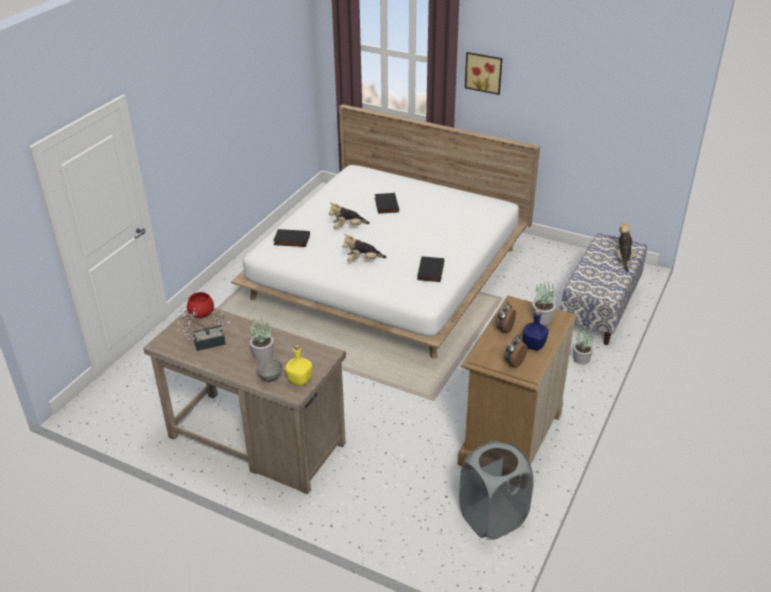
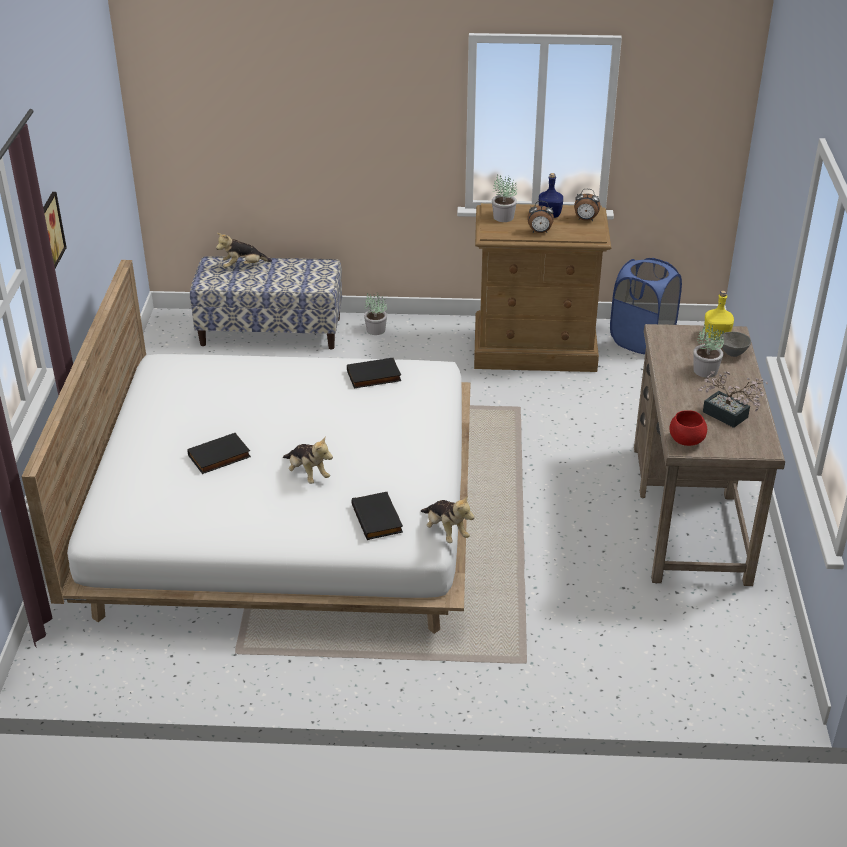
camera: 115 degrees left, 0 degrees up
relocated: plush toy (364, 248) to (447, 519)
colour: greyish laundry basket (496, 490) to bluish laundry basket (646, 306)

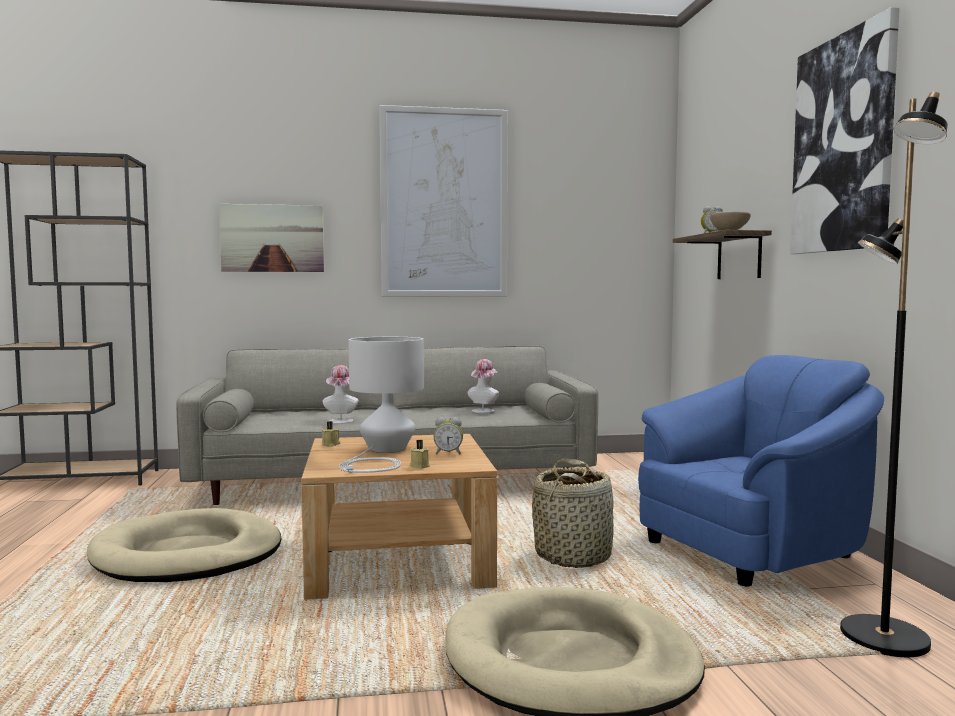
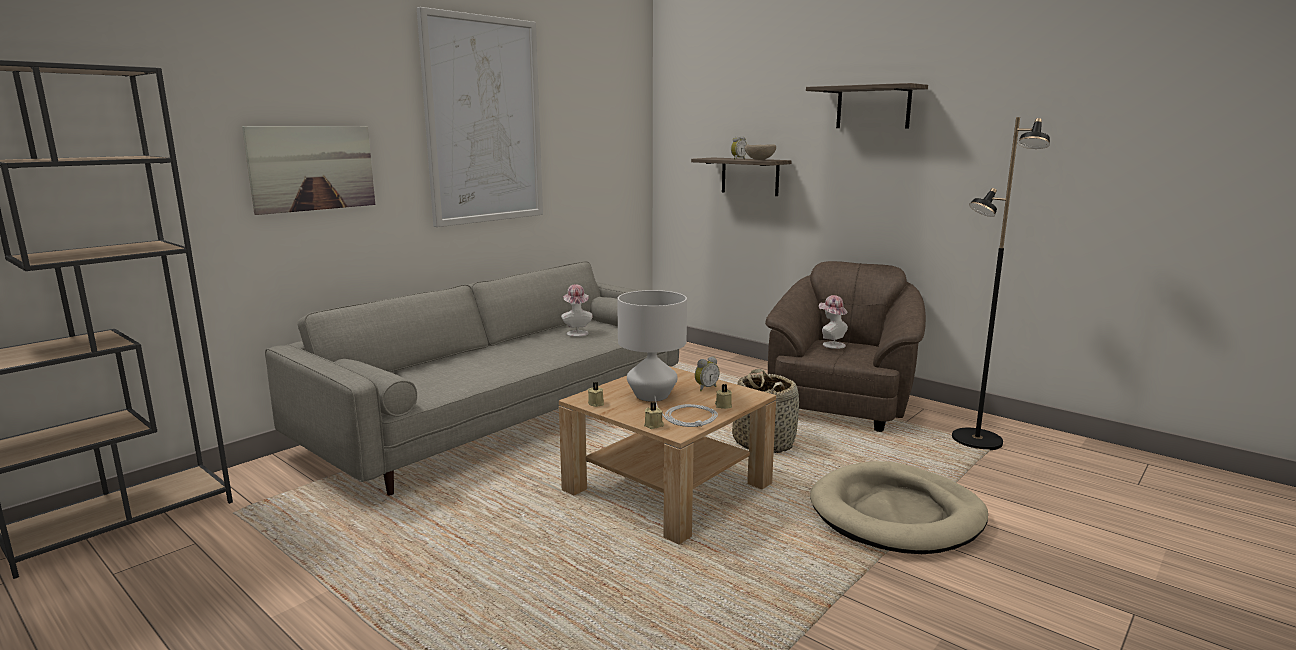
camera: 40 degrees left, 10 degrees up
missing: beige dog bed (184, 545)
appeared: beige wax light (654, 415)
relocated: wearable hat (341, 394) to (833, 322)
exchanged: wall picture (844, 130) to shelf (867, 105)
colour: bluish easy chair (761, 471) to brown easy chair (845, 346)

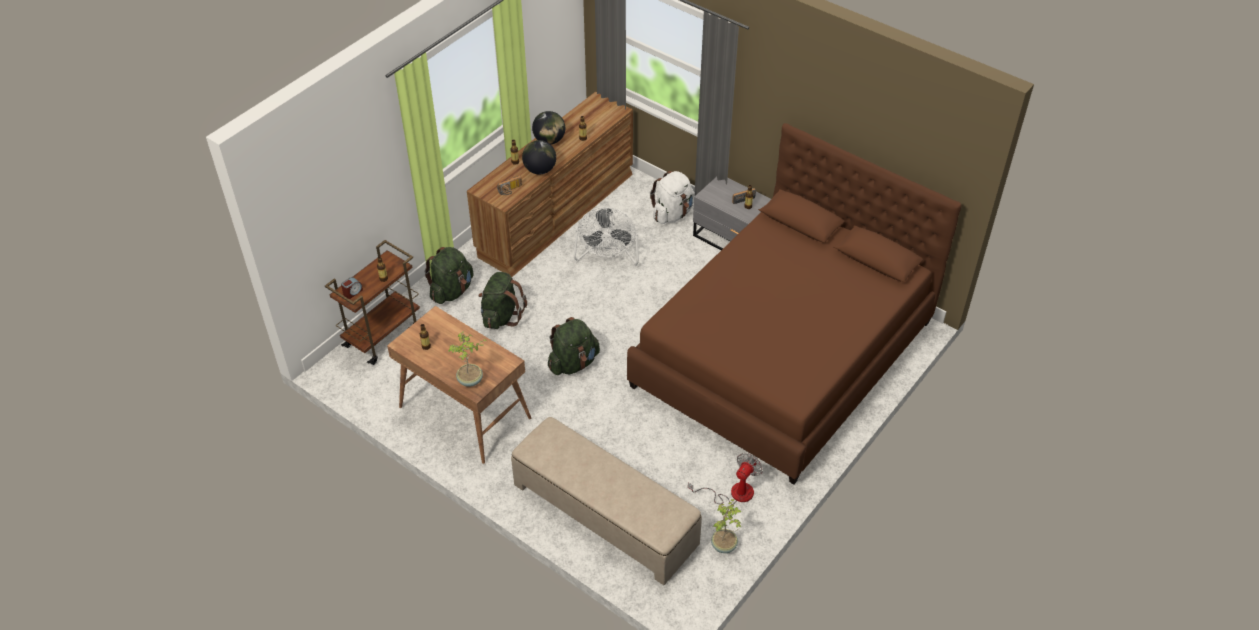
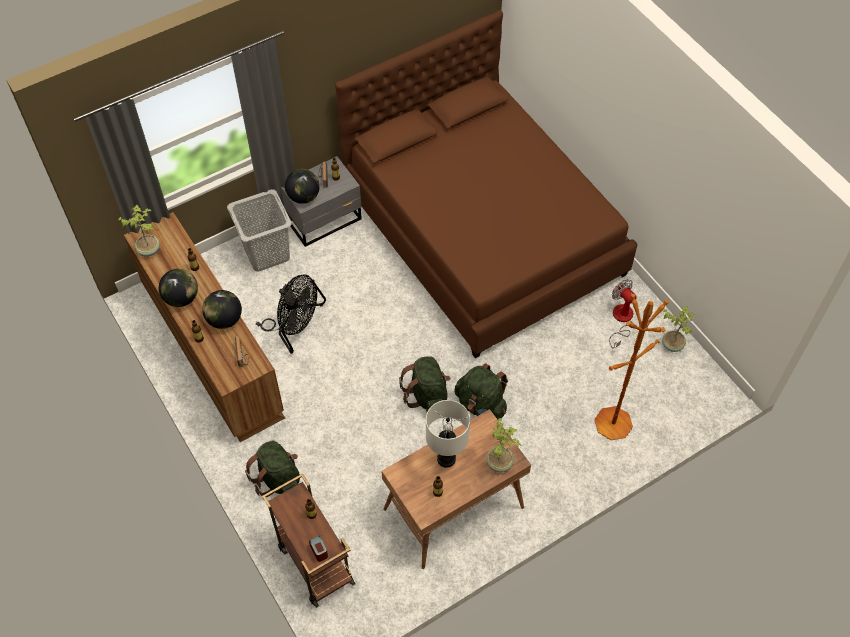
camera: 70 degrees left, 10 degrees up
appeared: houseplant (139, 230); desk globe (302, 186); white tabletop lamp (448, 434)
relocated: greenish backpack (502, 300) to (481, 392)
exchanged: beige long seat (606, 501) to orangey clothes rack (631, 367); white backpack (672, 197) to greyish laundry basket (259, 230)
colour: white cooling fan (606, 236) to black cooling fan (290, 314)

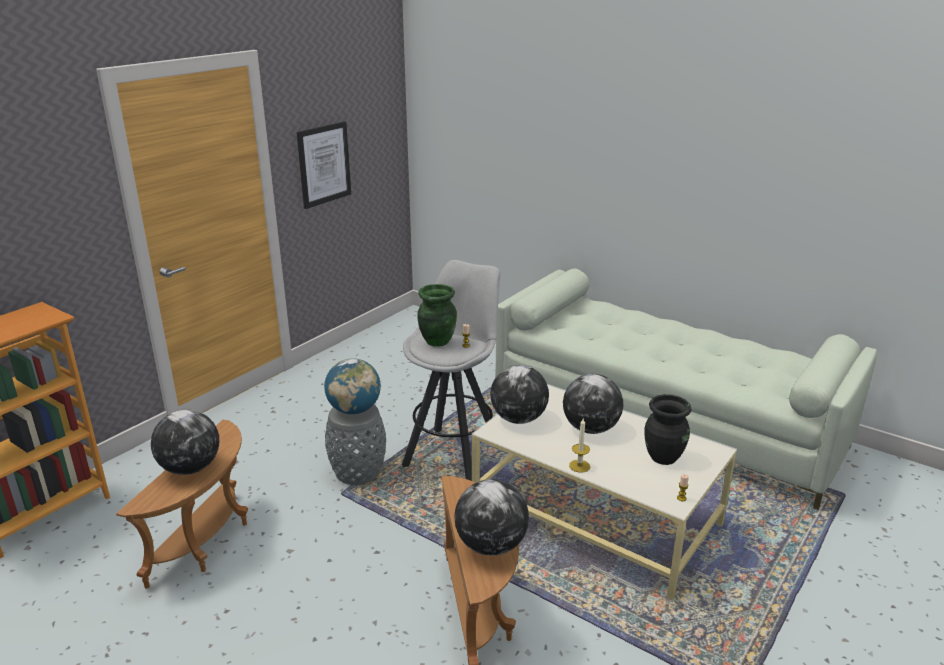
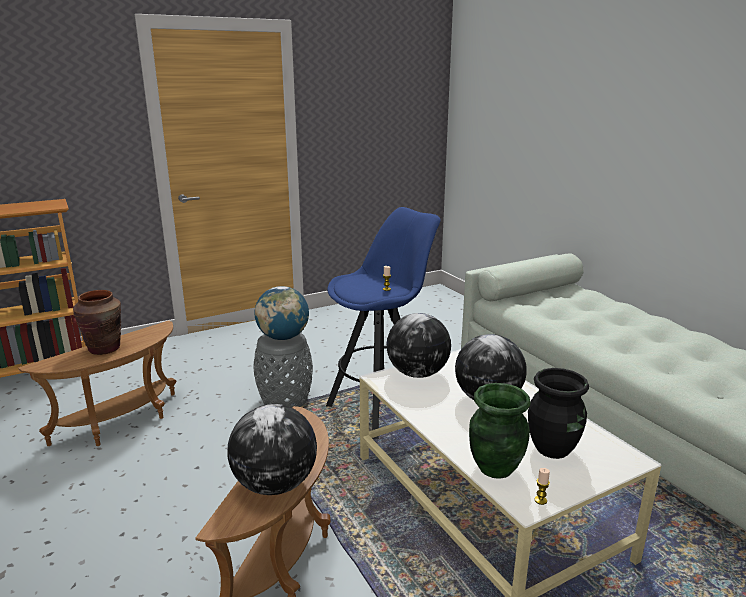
camera: 25 degrees right, 5 degrees down
missing: wall picture (324, 165); wax light (579, 446)
relocated: greenish vase (437, 315) to (500, 431)
exchanged: desk globe (185, 442) to brown vase (97, 322)
colour: greyish stool seat (451, 370) to bluish stool seat (383, 323)

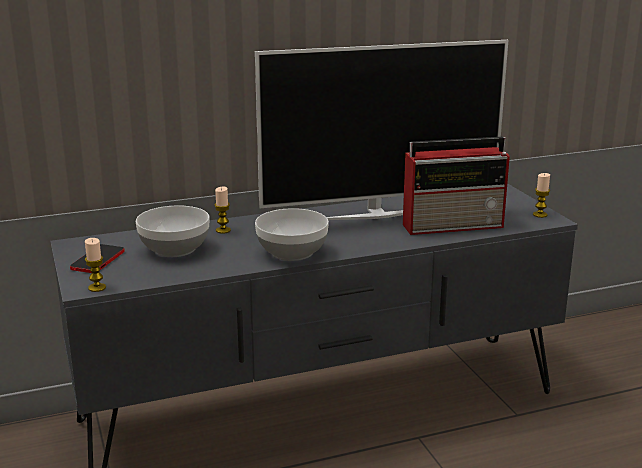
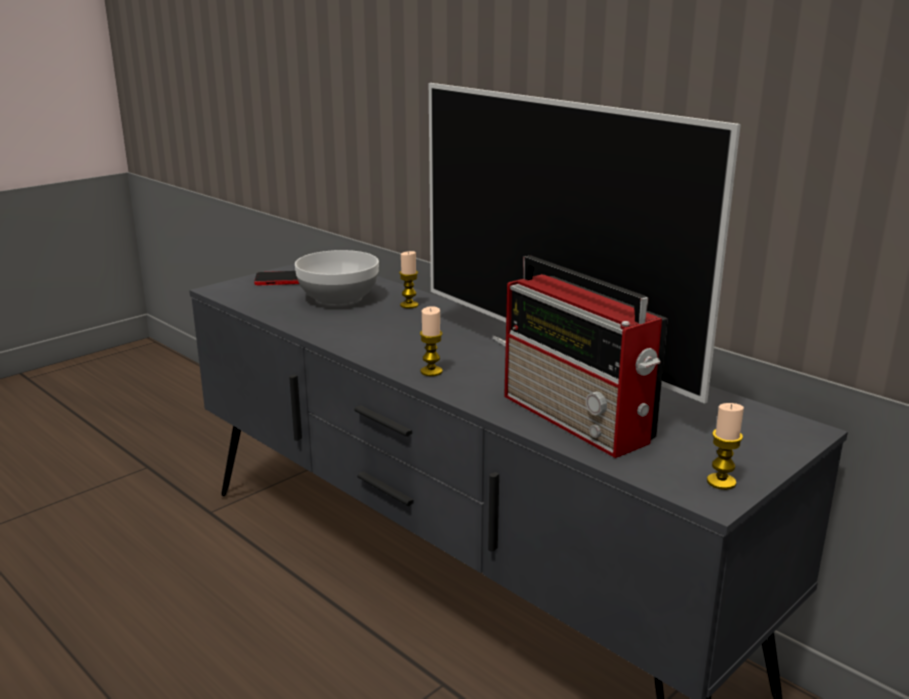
camera: 65 degrees right, 0 degrees up
missing: bowl (292, 234)
relocated: wax light (95, 265) to (431, 341)

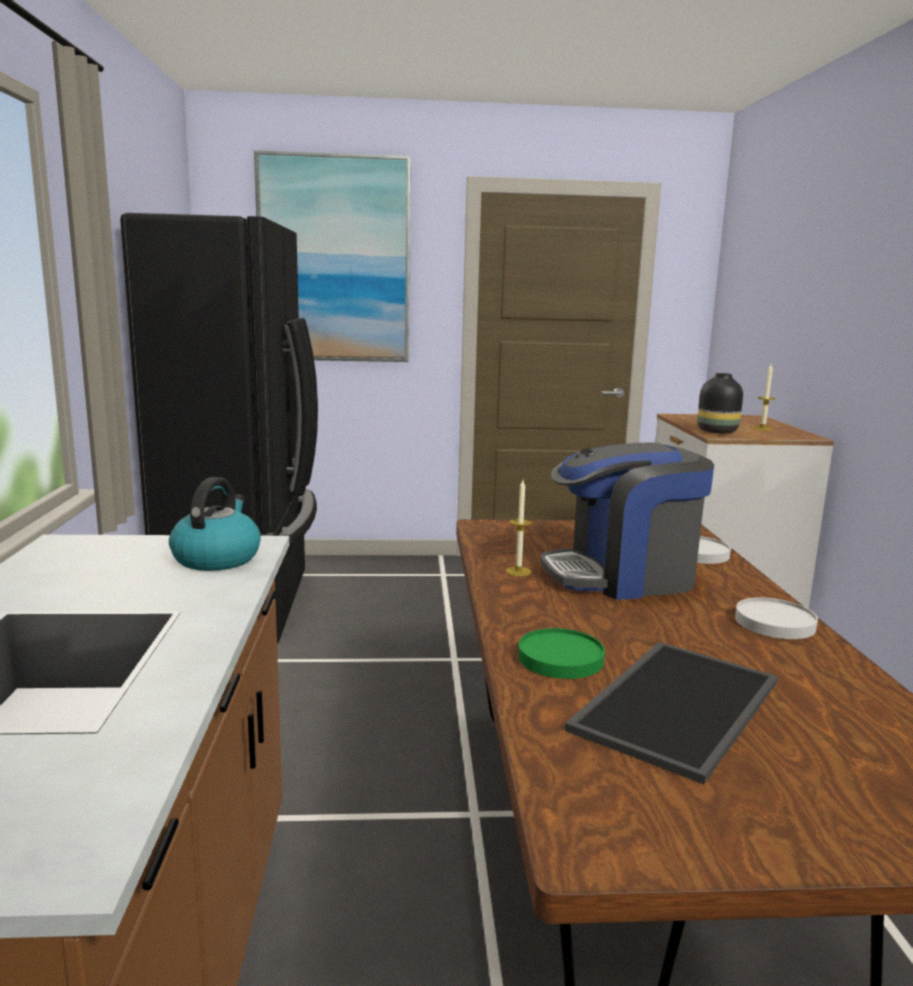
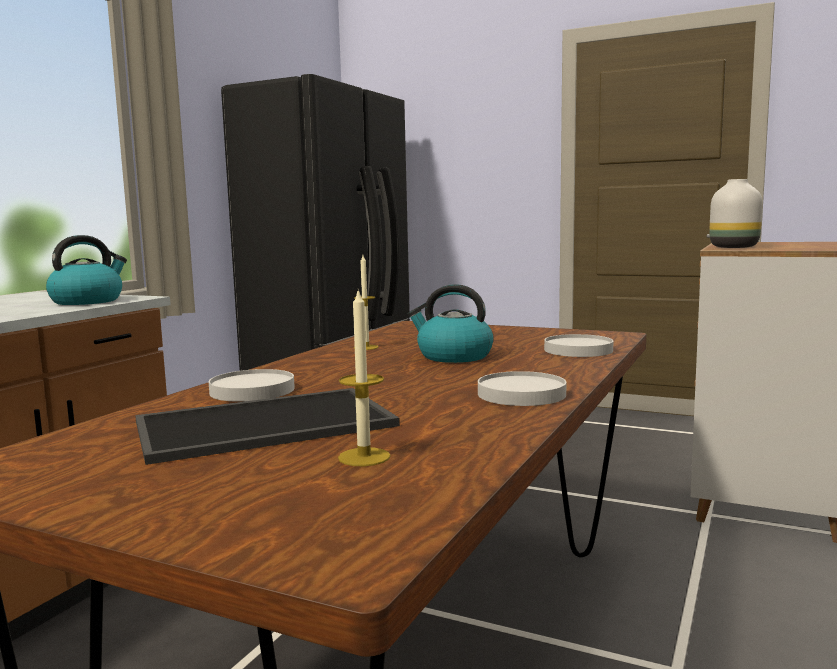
camera: 30 degrees right, 5 degrees down
missing: wall picture (332, 256)
relocated: wax light (764, 397) to (364, 377)
exchanged: coffee maker (627, 521) to water kettle (451, 323)
colour: greenish plate (561, 653) to white plate (252, 385); black vase (720, 403) to white vase (736, 213)

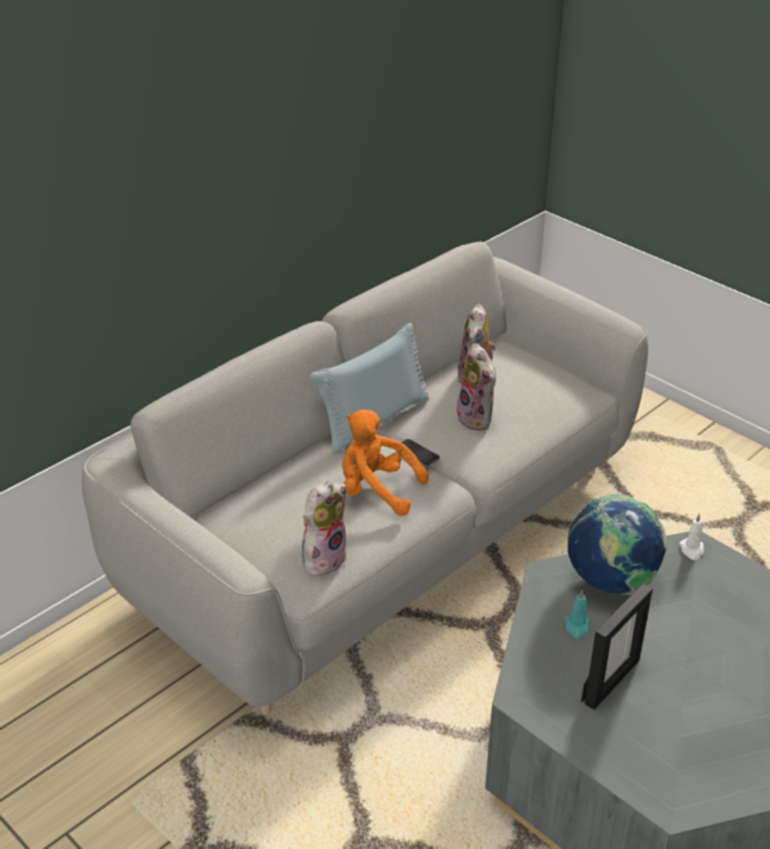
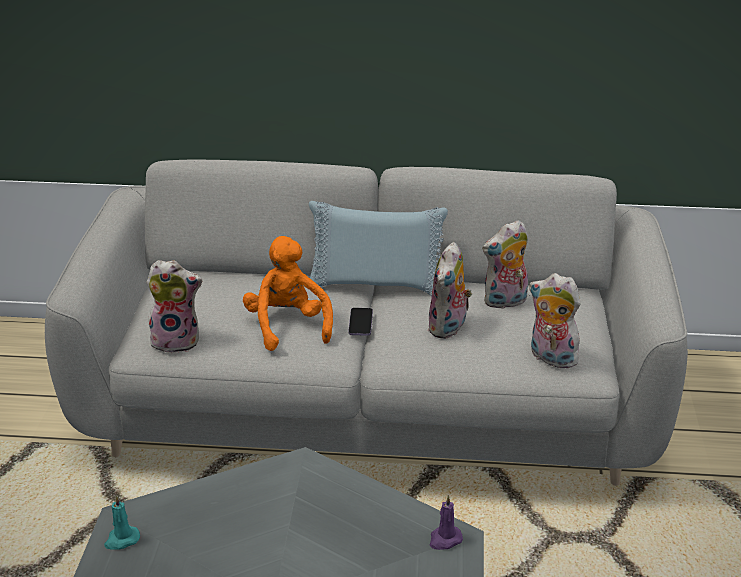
camera: 50 degrees right, 5 degrees down
missing: desk globe (617, 544); picture frame (617, 647)
appeared: plush toy (555, 320)
relocated: blue-green wax light (577, 614) to (122, 522)
colour: white wax light (691, 537) to purplish wax light (446, 522)

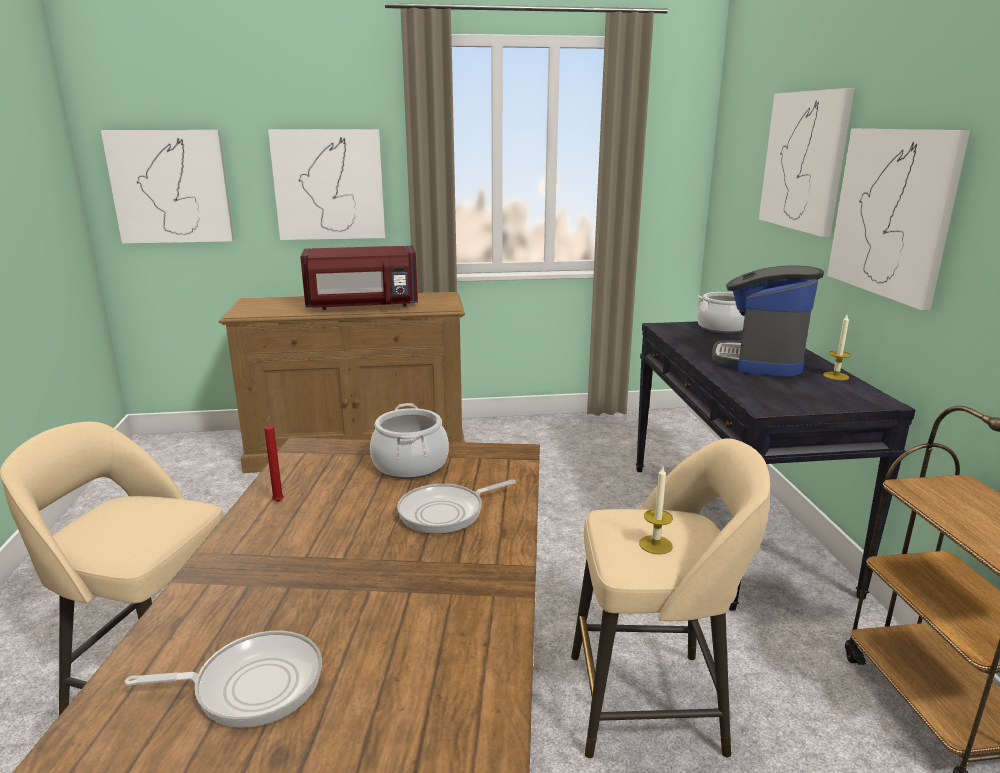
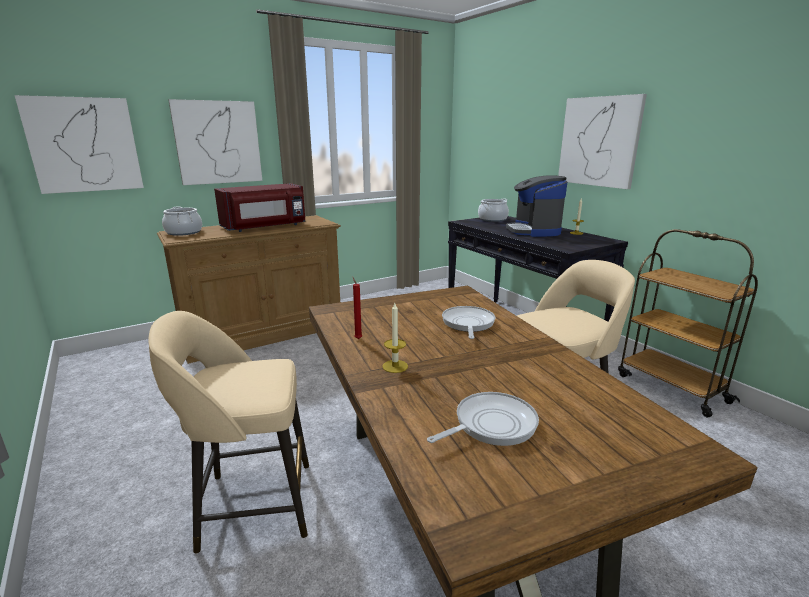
camera: 25 degrees left, 0 degrees up
missing: wall picture (807, 162)
relocated: stockpot (409, 441) to (182, 221); wax light (656, 511) to (395, 338)
spun: pan (456, 506) = (468, 322) 150 degrees clockwise

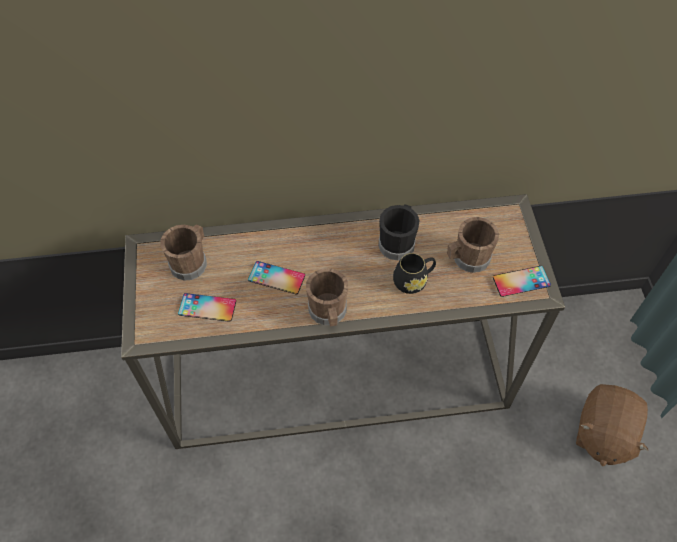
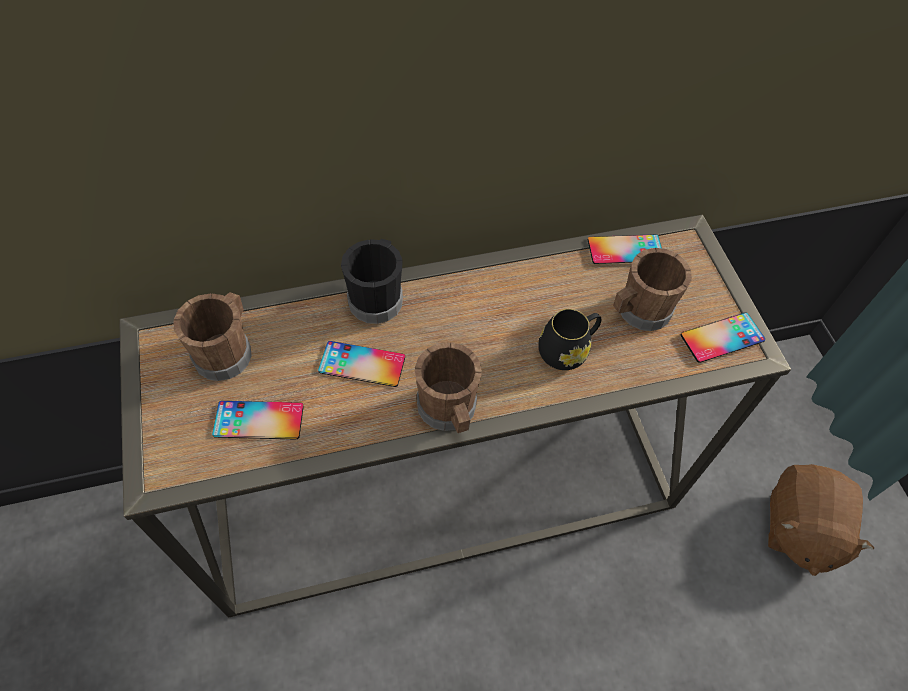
camera: 10 degrees left, 0 degrees up
appeared: phone (625, 249)
relocated: black mug (398, 232) to (372, 281)

